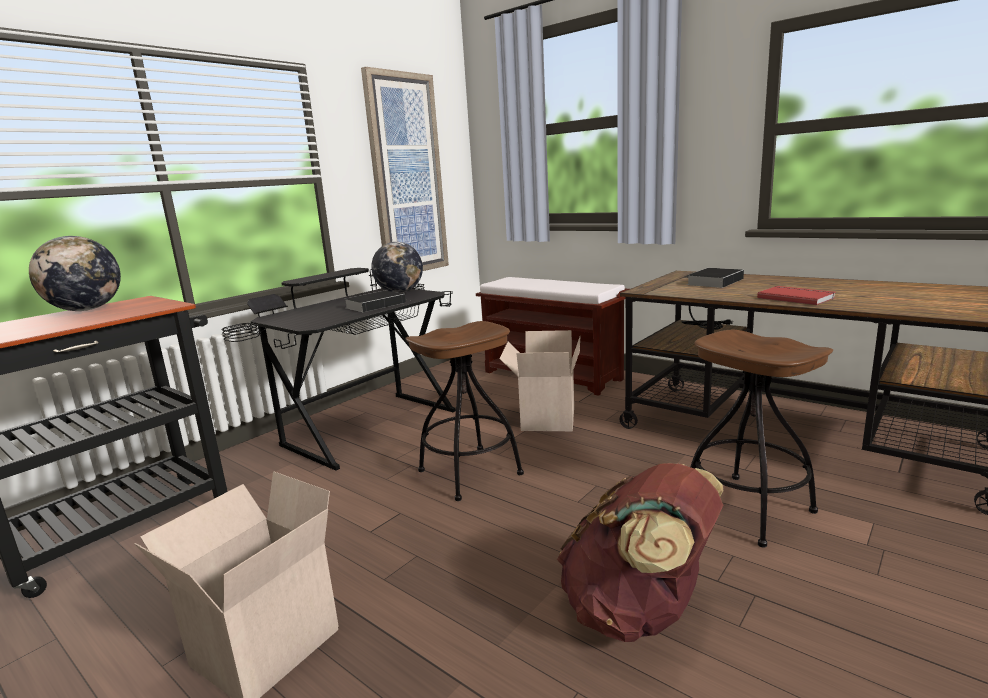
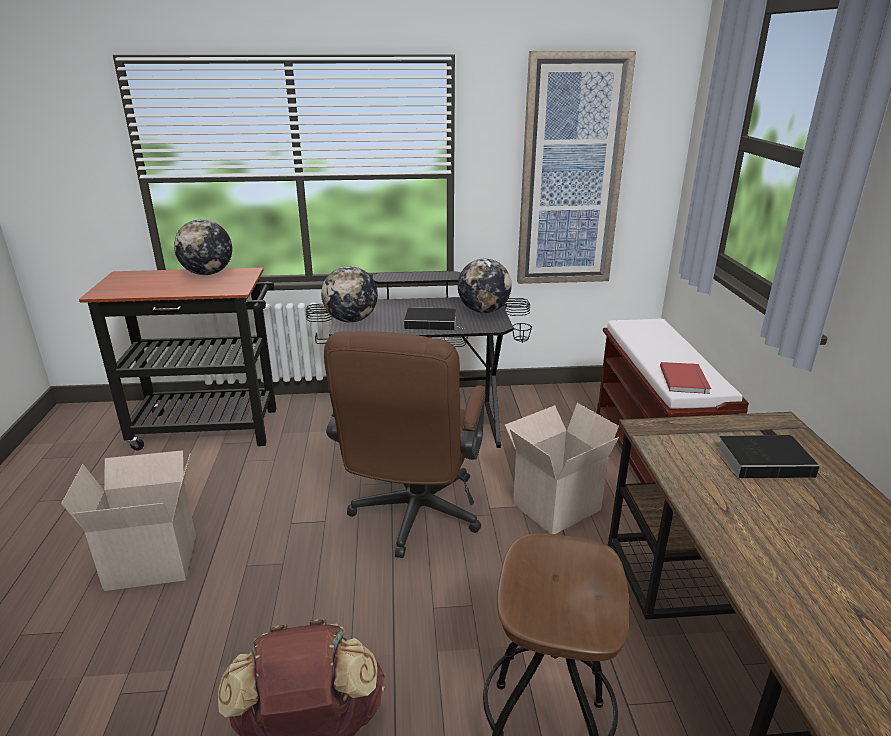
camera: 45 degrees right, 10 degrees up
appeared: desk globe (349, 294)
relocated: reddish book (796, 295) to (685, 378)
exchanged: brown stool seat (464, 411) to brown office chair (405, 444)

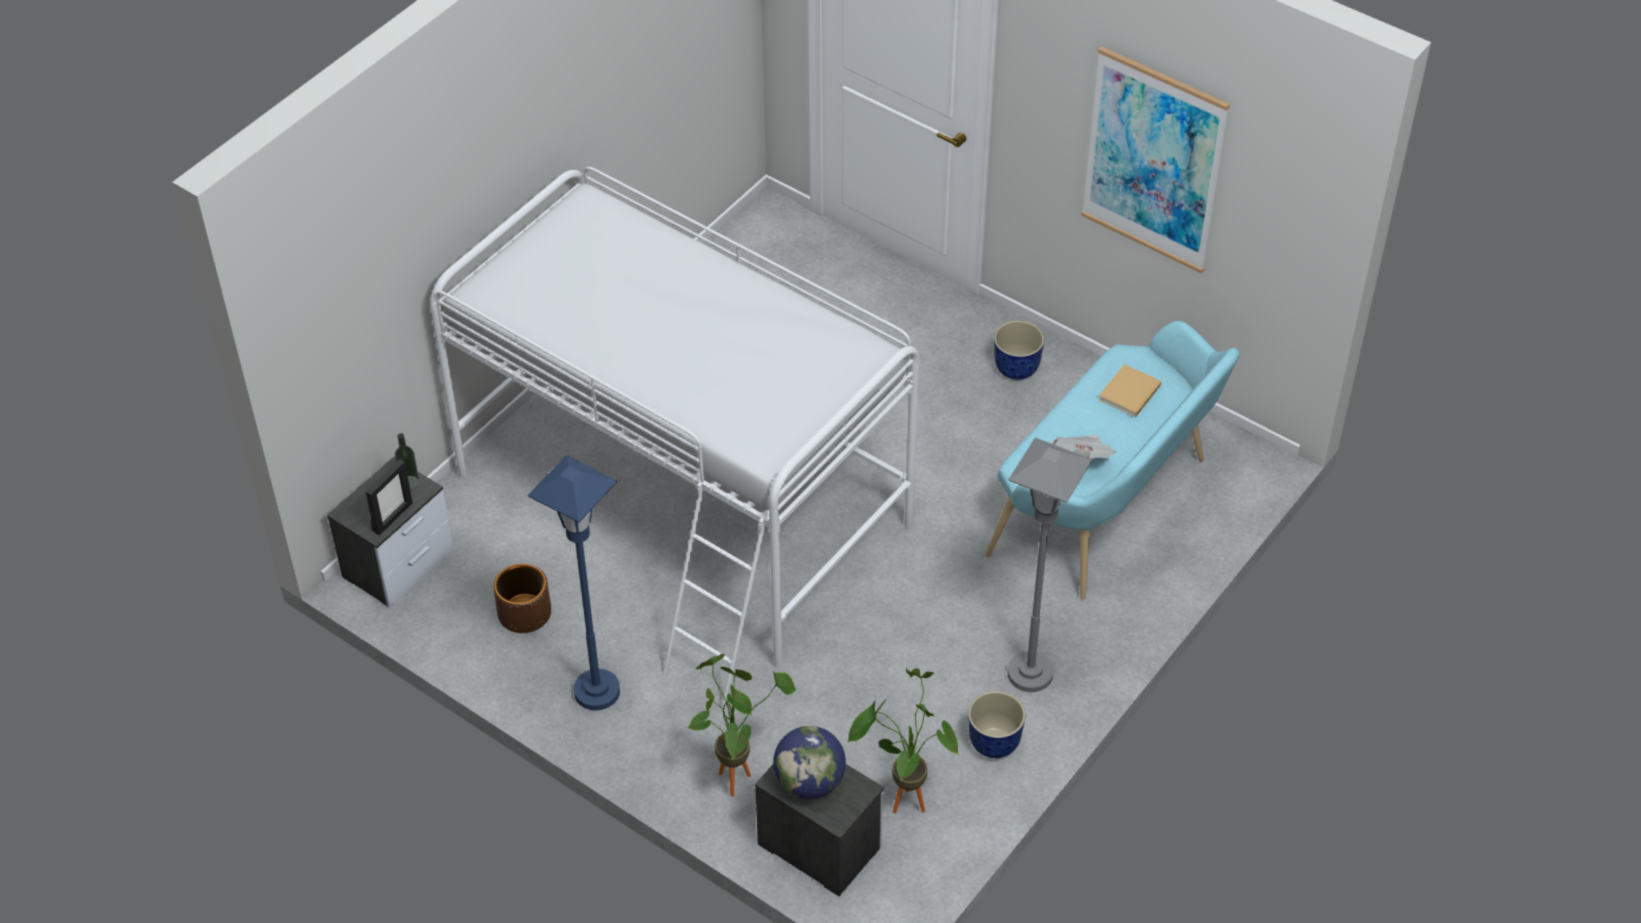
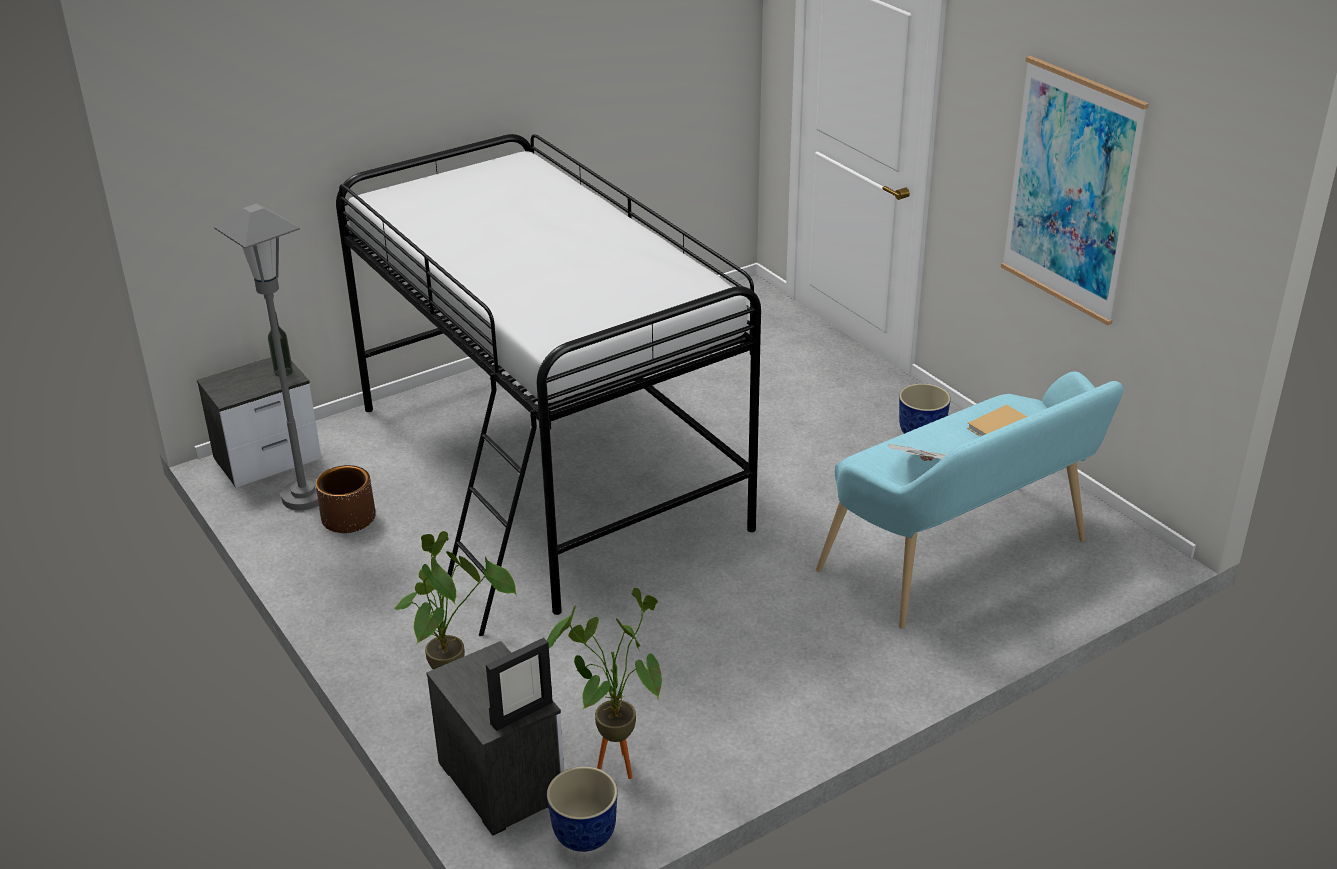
camera: 20 degrees right, 15 degrees down
missing: bluish standing lamp (574, 582); desk globe (809, 762)
relocated: picture frame (389, 497) to (519, 684); planter (996, 724) to (582, 809); greyish standing lamp (1049, 565) to (266, 357)
colour: white bed (674, 438) to black bed (548, 385)

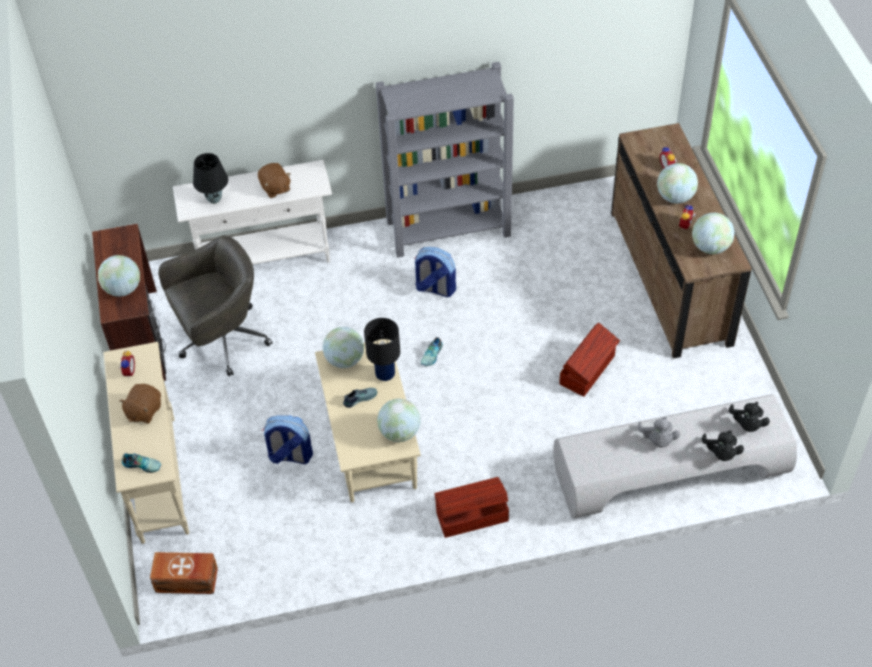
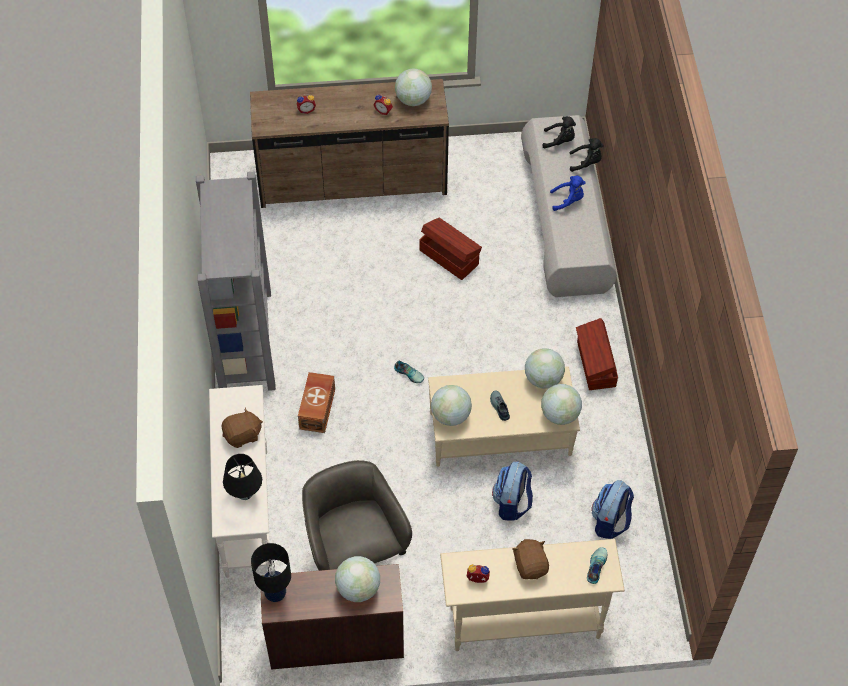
camera: 85 degrees left, 5 degrees up
relocated: brown storage bin (184, 573) to (316, 402); black tabletop lamp (382, 349) to (271, 572); backpack (435, 272) to (612, 509); desk globe (677, 183) to (561, 404)
colour: greyish plush toy (658, 432) to bluish plush toy (568, 193)
spun: brown plush toy (140, 403) = (531, 559) 135 degrees counterclockwise

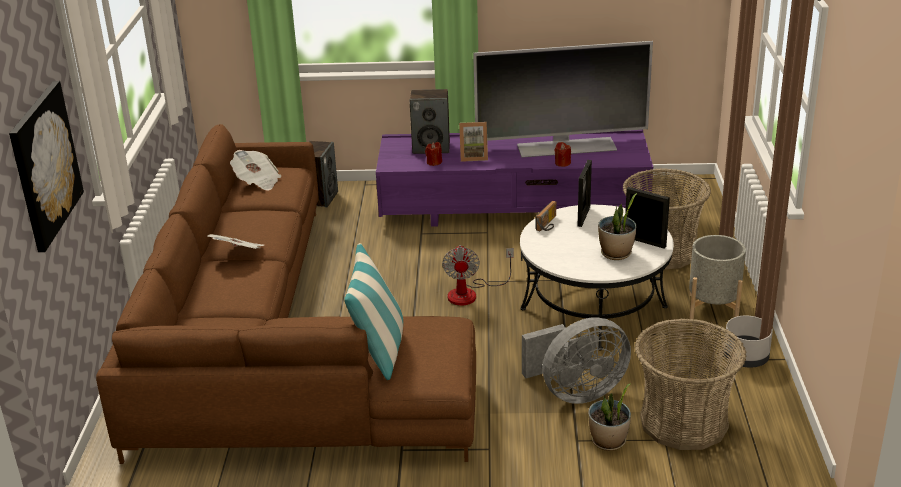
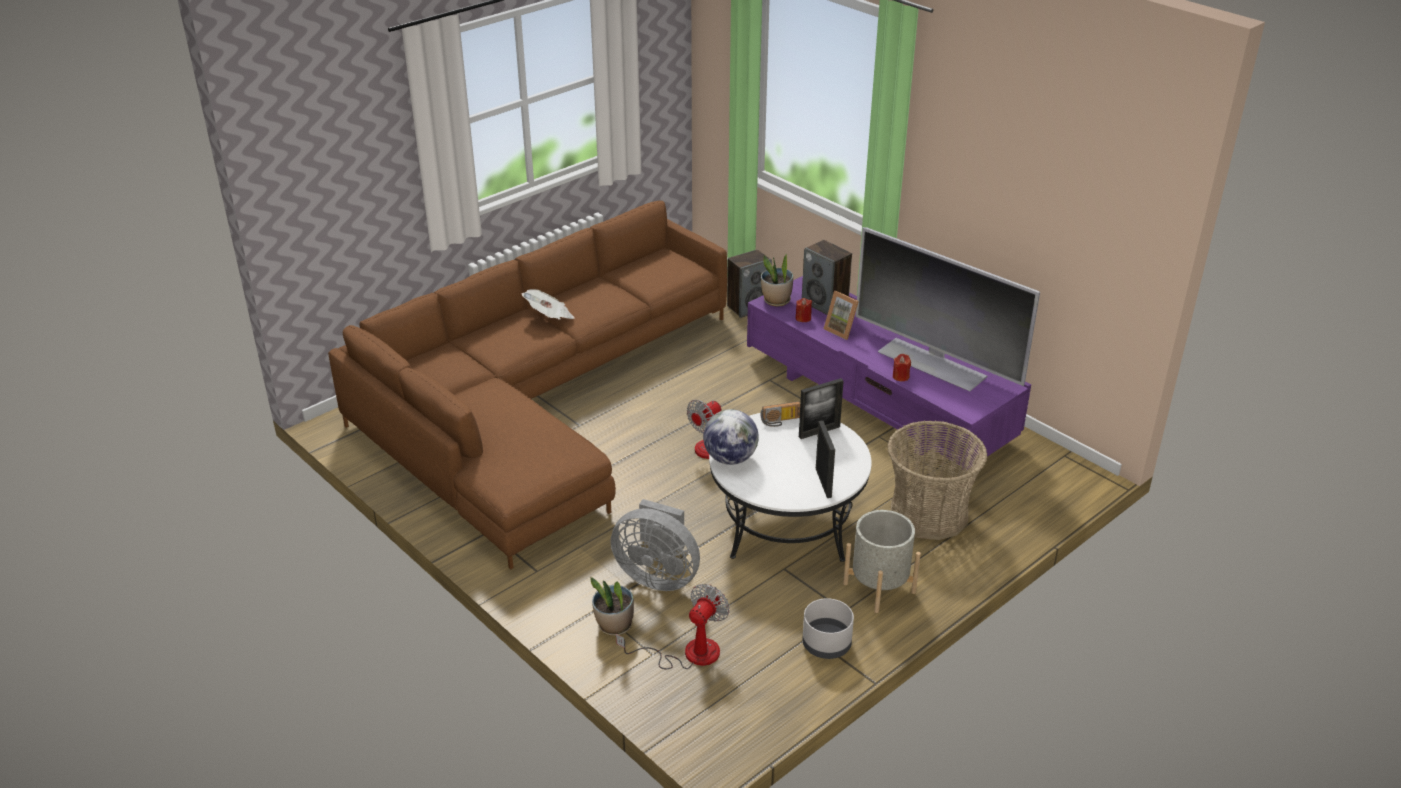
camera: 45 degrees right, 5 degrees up
missing: wall picture (46, 166); newspaper (255, 170); pillow (373, 311)
appeared: desk globe (731, 437)
relocated: houseplant (617, 226) to (777, 280)
exchanged: basket (691, 384) to cooling fan (673, 626)

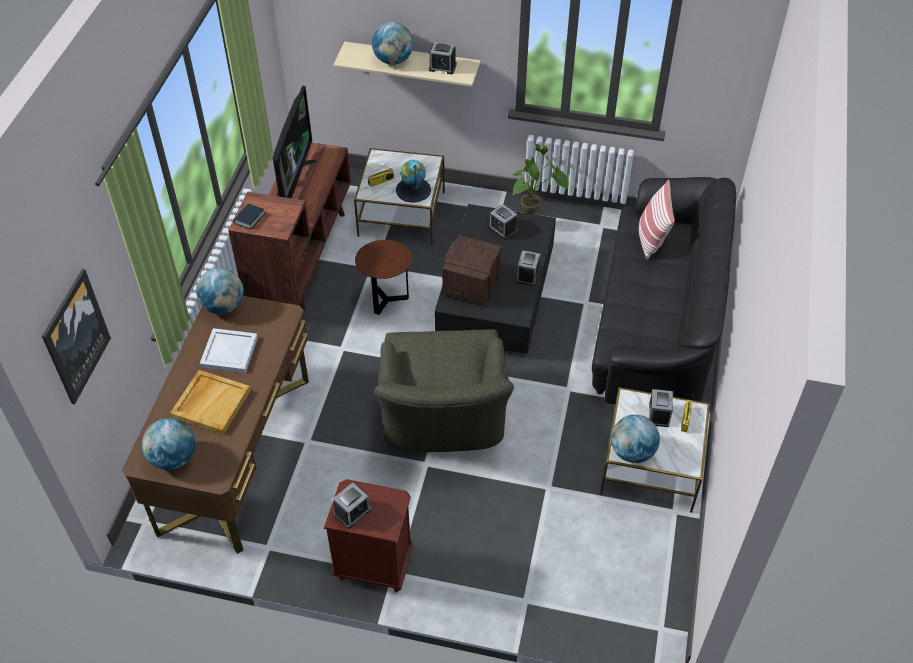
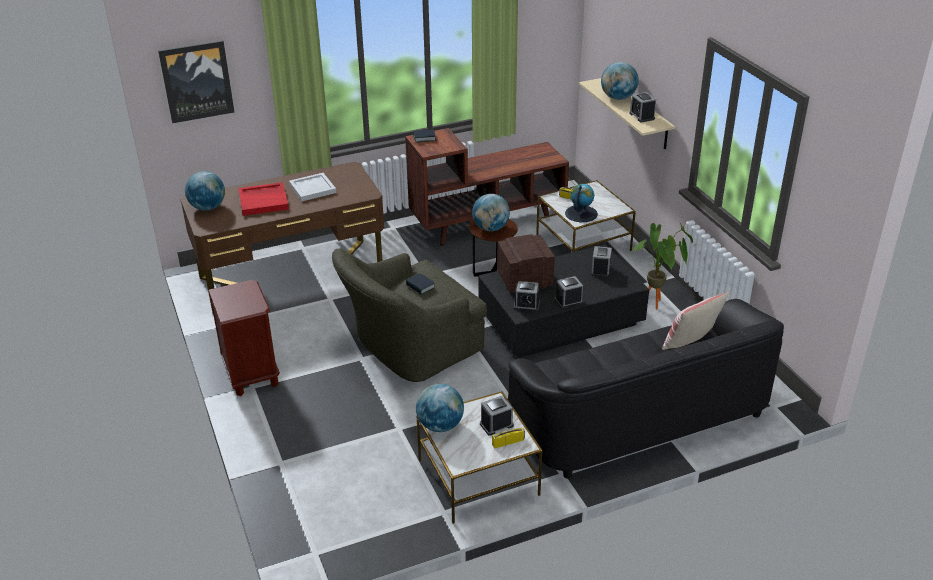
camera: 55 degrees right, 15 degrees down
missing: TV (295, 142)
appeared: book (420, 284)
relocated: desk globe (220, 291) to (491, 212); bedside clock (352, 505) to (527, 296)
colour: beige serving tray (210, 402) to reddish serving tray (263, 199)

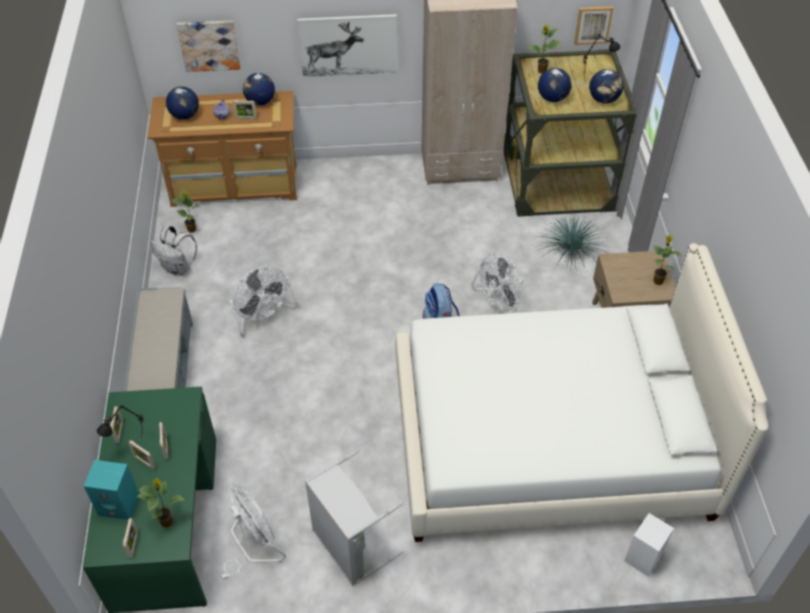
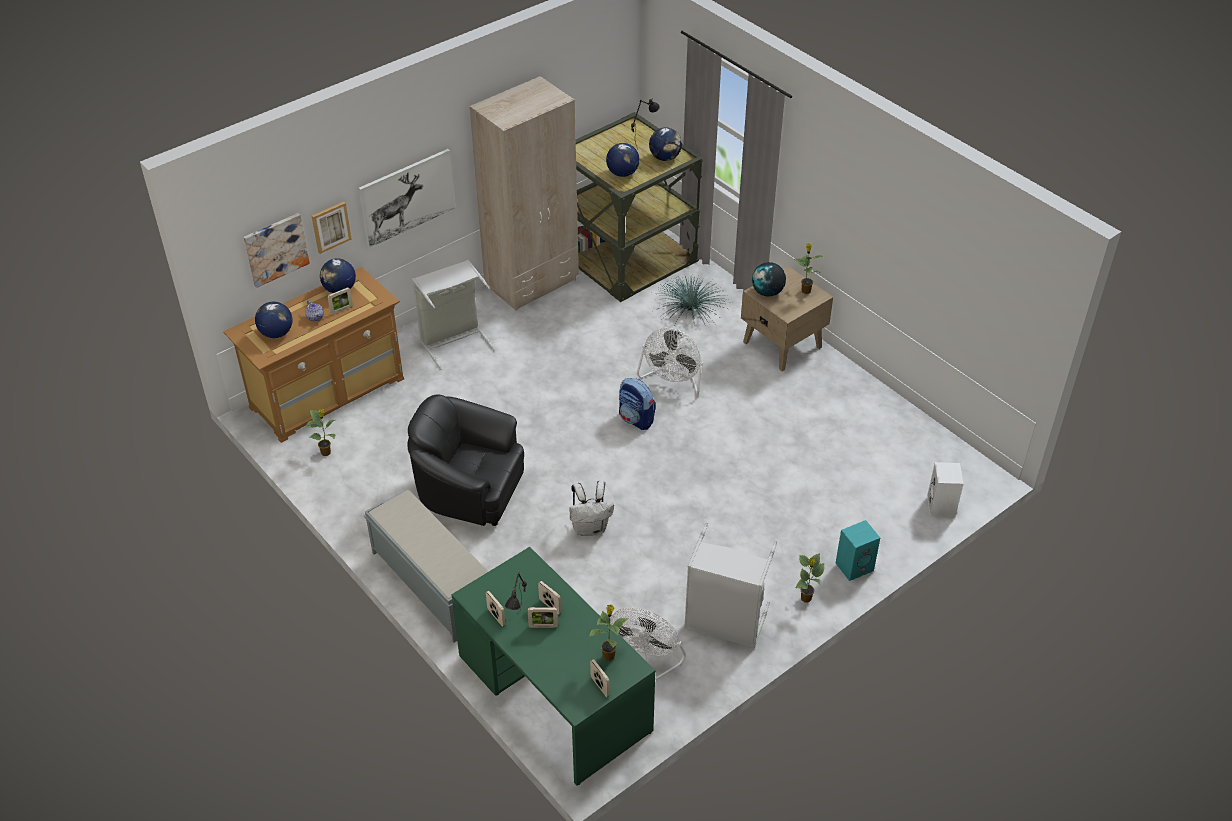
camera: 35 degrees left, 5 degrees down
missing: white bed (581, 392)
appeared: greyish laundry basket (453, 315); desk globe (769, 279)
relocated: blue-green loudspeaker (111, 490) to (858, 550); white backpack (174, 251) to (591, 508); houseplant (544, 49) to (810, 577); wall picture (594, 25) to (332, 228)
exchanged: white cooling fan (263, 302) to black easy chair (466, 460)

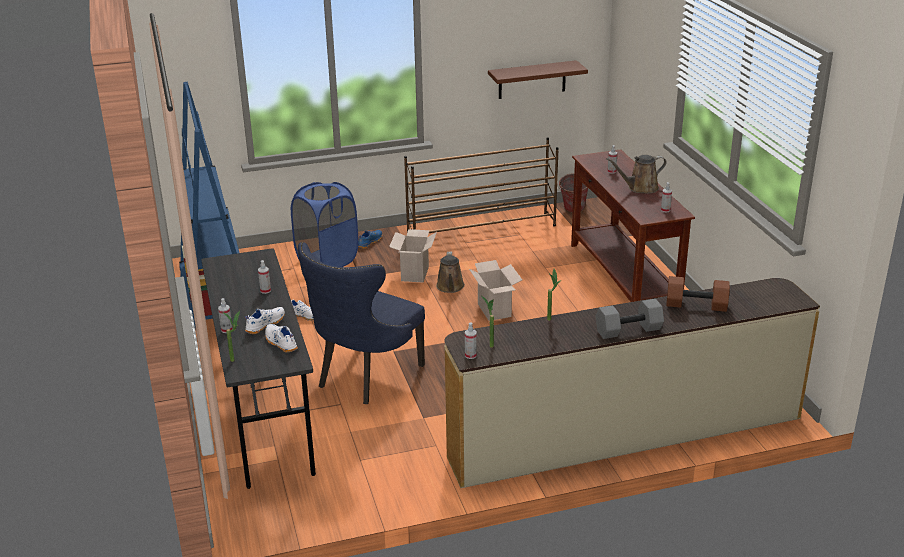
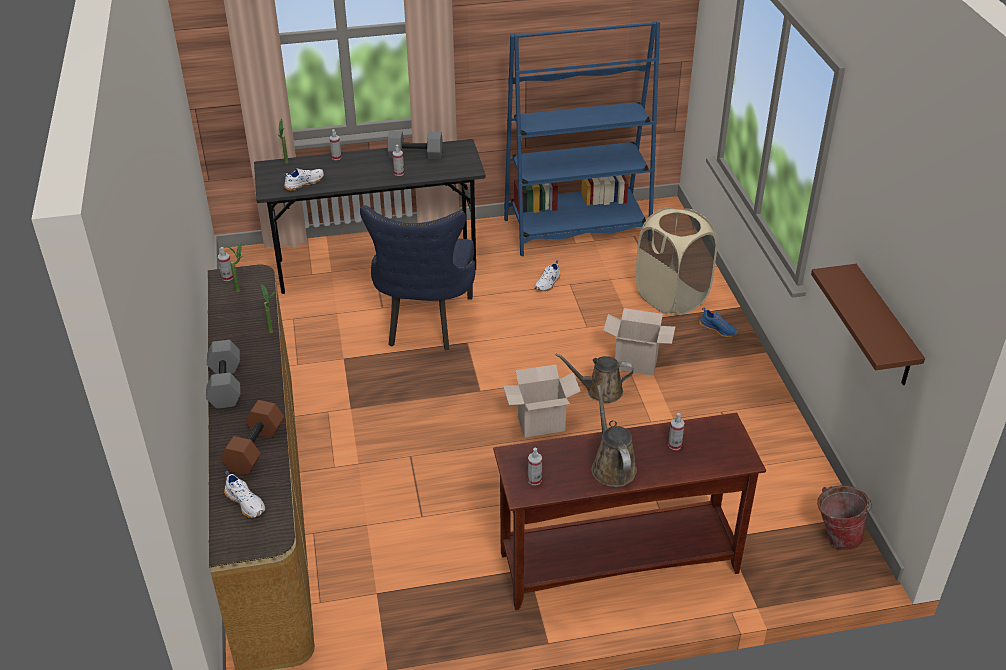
camera: 95 degrees right, 10 degrees up
missing: brown shoe rack (481, 185)
appeared: greyish hand weight (415, 145)
relocated: white low shoe (265, 320) to (244, 494)
colour: bluish laundry basket (325, 224) to beige laundry basket (676, 261)
spun: bluish upright chair (361, 323) = (417, 277) 120 degrees counterclockwise

